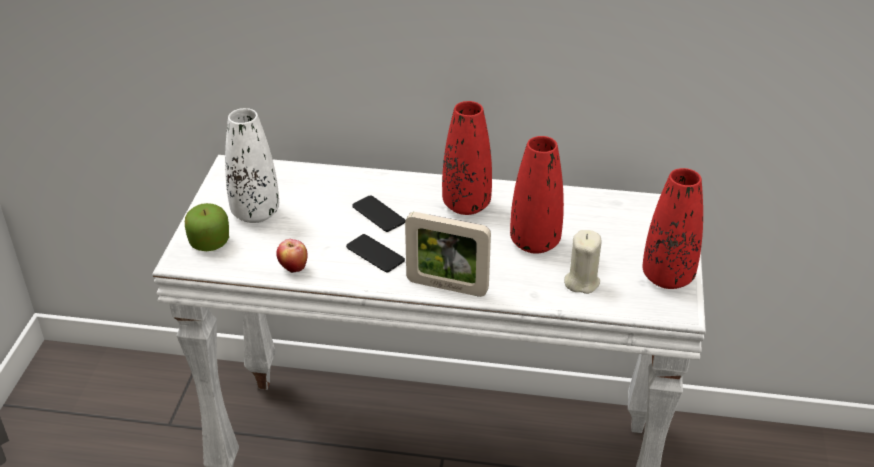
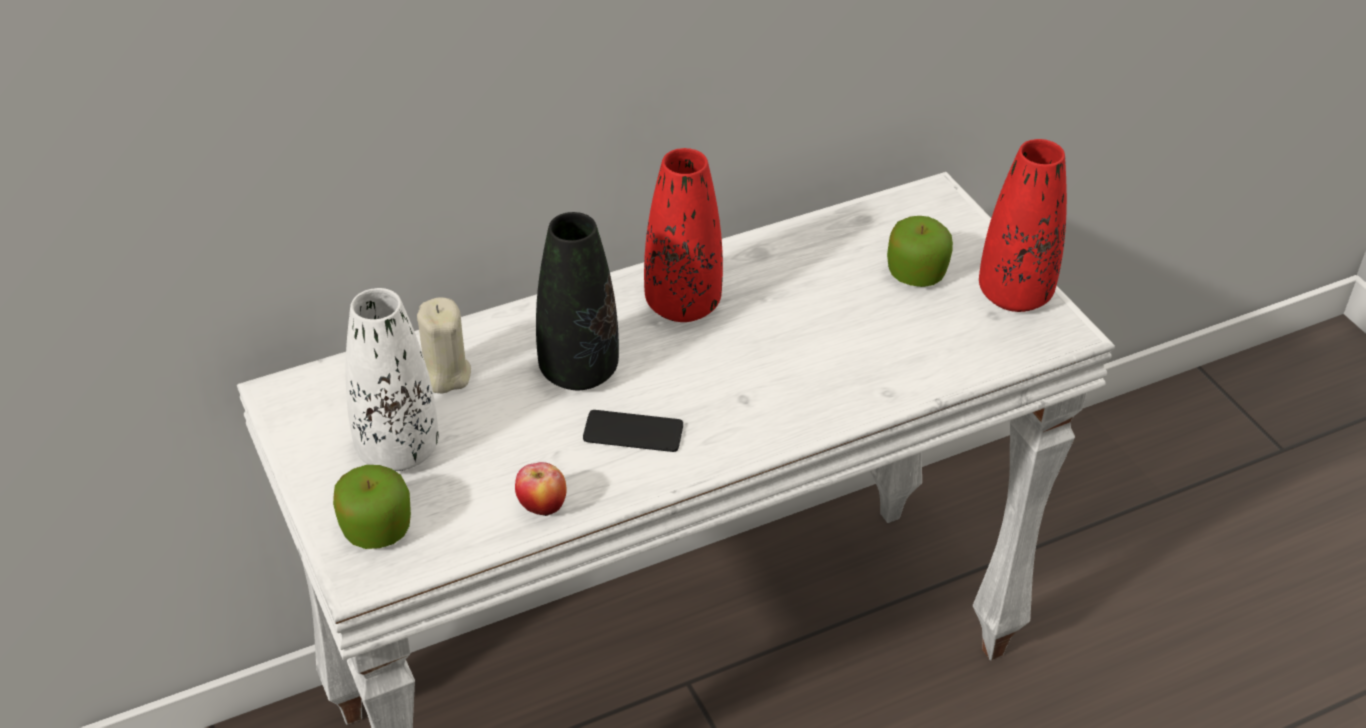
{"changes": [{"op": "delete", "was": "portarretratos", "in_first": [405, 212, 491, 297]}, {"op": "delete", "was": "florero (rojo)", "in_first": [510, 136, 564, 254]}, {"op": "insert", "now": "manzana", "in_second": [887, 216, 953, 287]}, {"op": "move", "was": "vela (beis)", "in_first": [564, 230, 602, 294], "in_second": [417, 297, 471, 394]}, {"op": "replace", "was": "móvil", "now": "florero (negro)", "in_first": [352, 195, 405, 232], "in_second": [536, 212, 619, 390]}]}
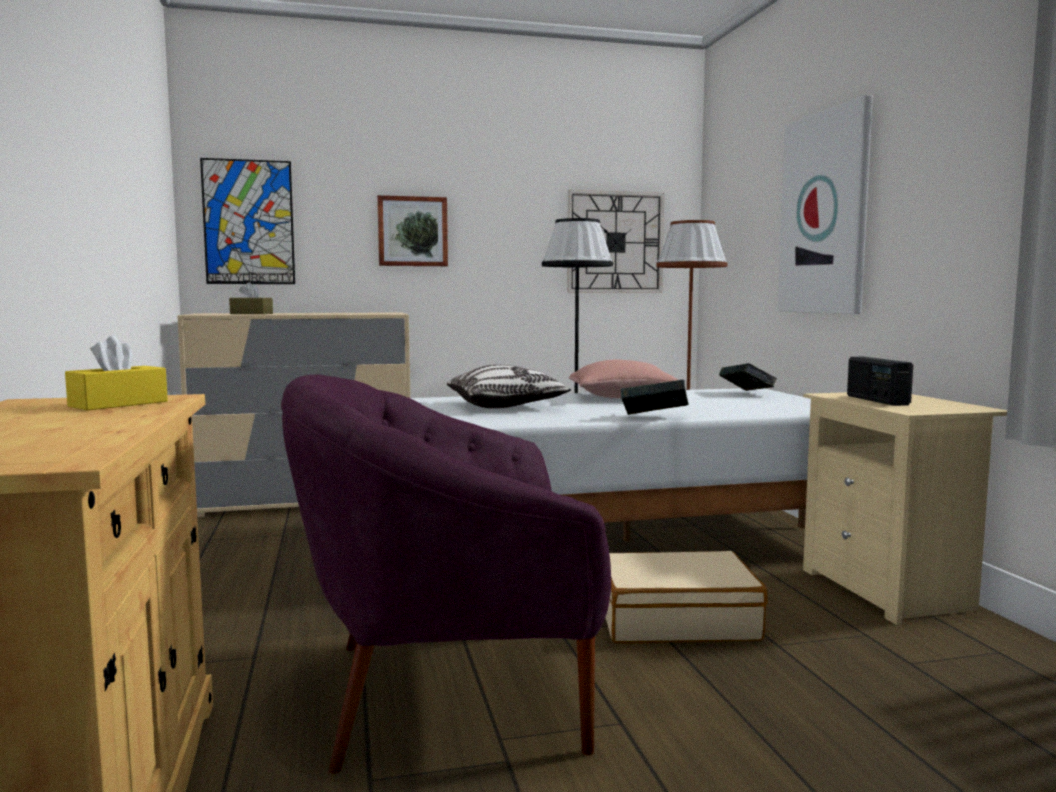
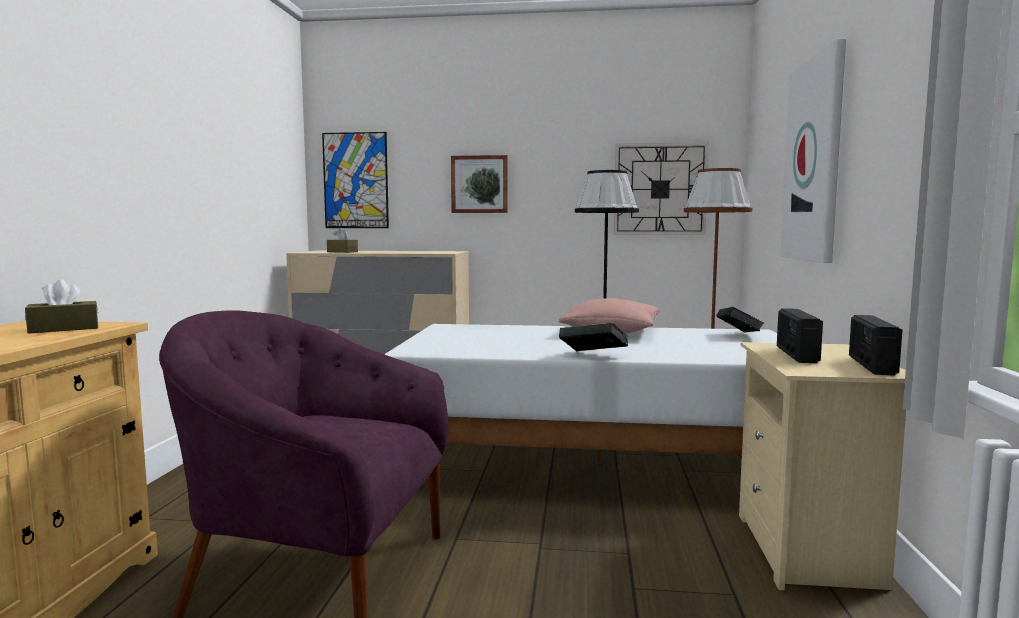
{"changes": [{"op": "delete", "was": "cojín", "in_first": [447, 365, 571, 408]}, {"op": "delete", "was": "maleta (beis)", "in_first": [605, 551, 767, 643]}, {"op": "insert", "now": "radio", "in_second": [849, 315, 902, 376]}, {"op": "recolor", "was": "caja de pañuelos (amarillo)", "now": "caja de pañuelos (marrón)", "in_first": [65, 335, 168, 410], "in_second": [25, 279, 98, 334]}]}
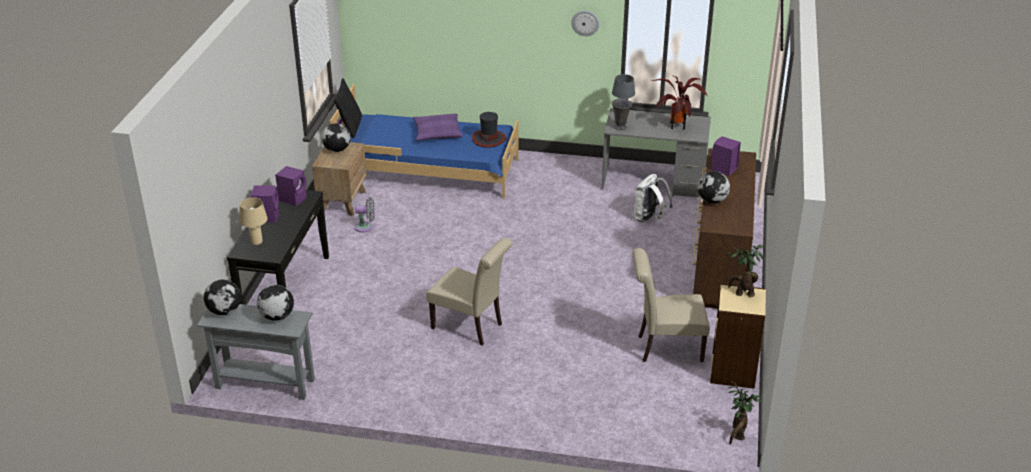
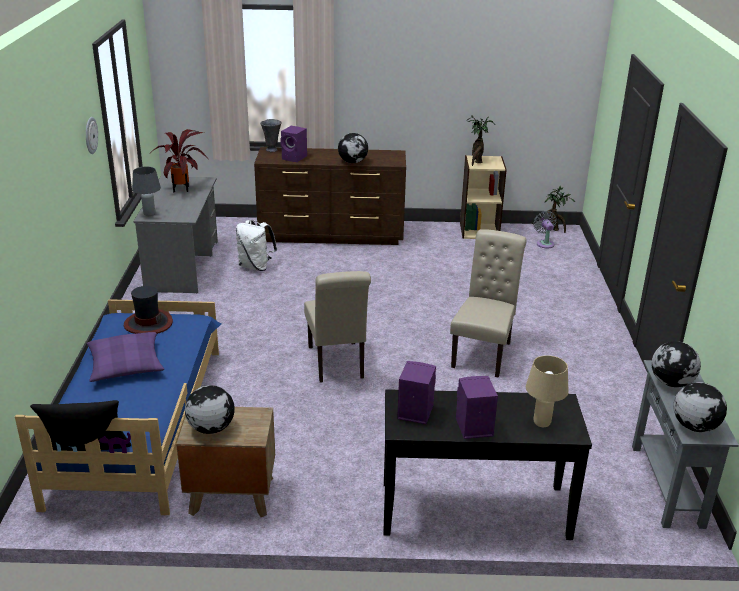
{"changes": [{"op": "move", "was": "ventilador (gris)", "in_first": [355, 197, 375, 233], "in_second": [533, 211, 557, 248]}, {"op": "move", "was": "florero (gris)", "in_first": [612, 98, 632, 130], "in_second": [260, 119, 282, 152]}, {"op": "move", "was": "silla (beis)", "in_first": [632, 248, 710, 362], "in_second": [304, 271, 371, 383]}]}
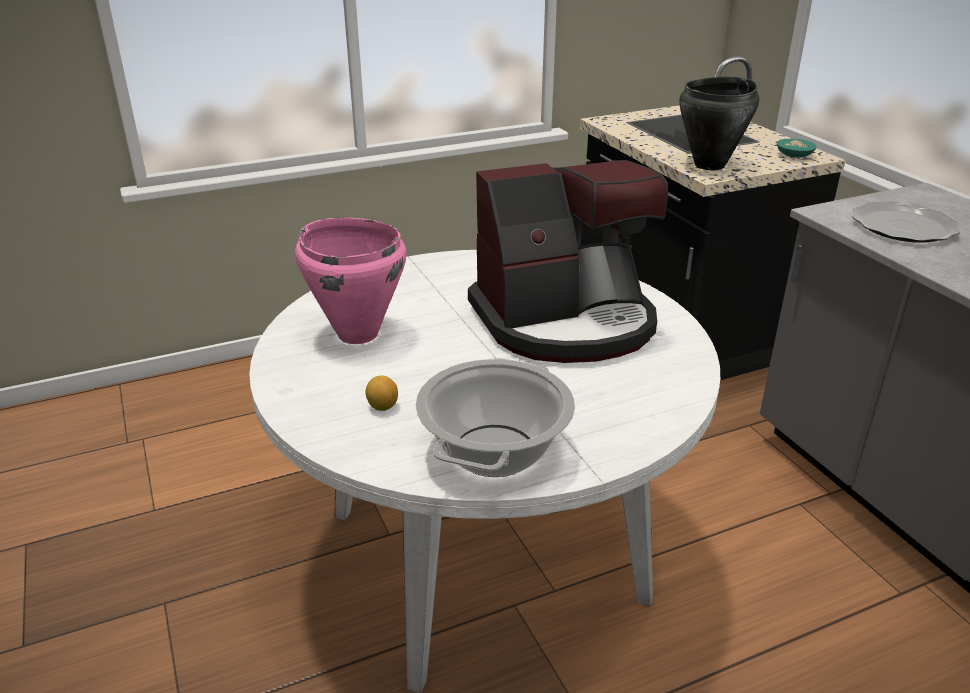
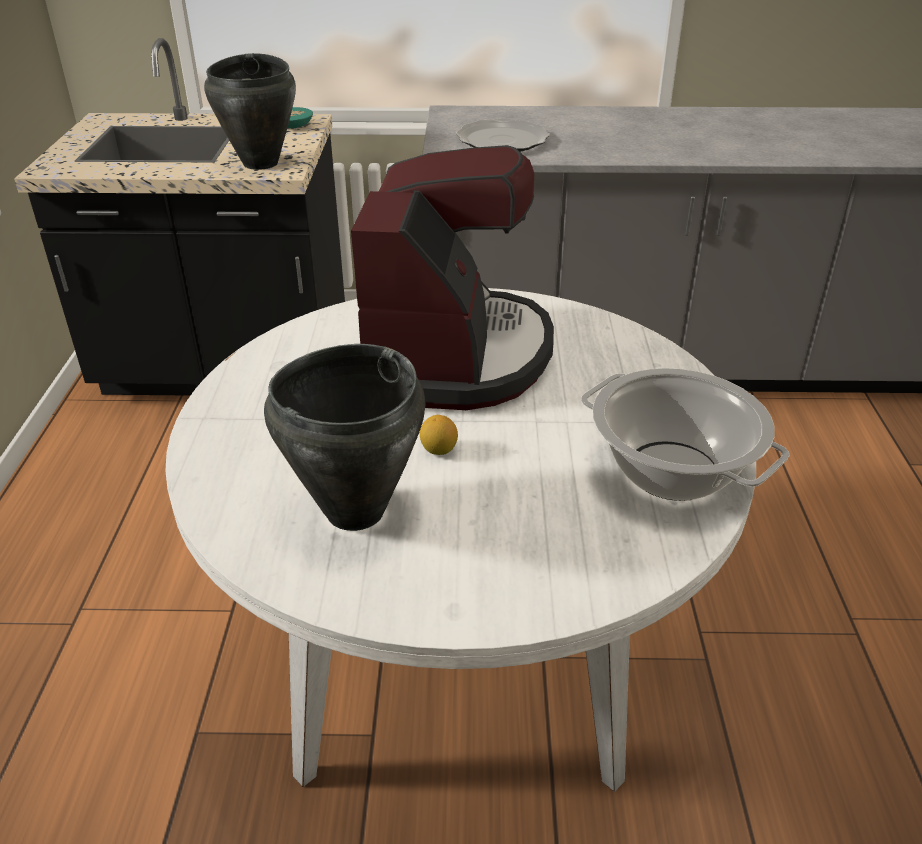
{"changes": [{"op": "move", "was": "limón", "in_first": [366, 376, 398, 411], "in_second": [420, 415, 458, 455]}, {"op": "recolor", "was": "olla (rosa)", "now": "olla (negro)", "in_first": [295, 218, 407, 344], "in_second": [264, 344, 425, 531]}]}
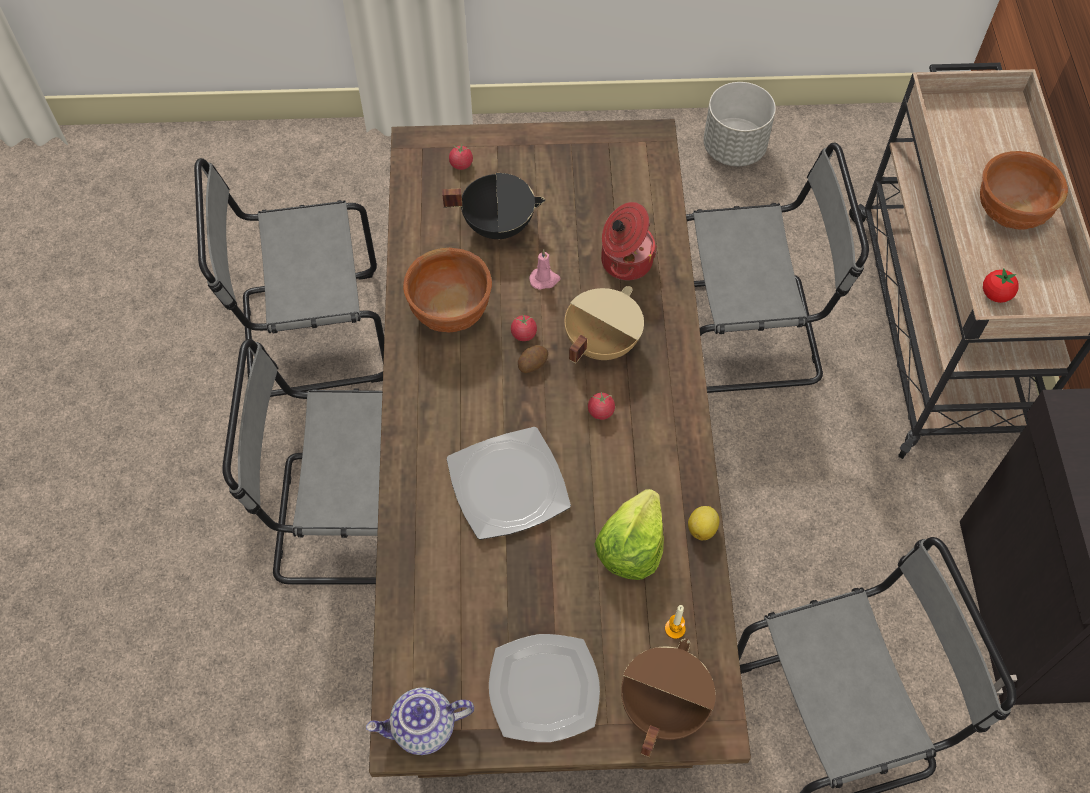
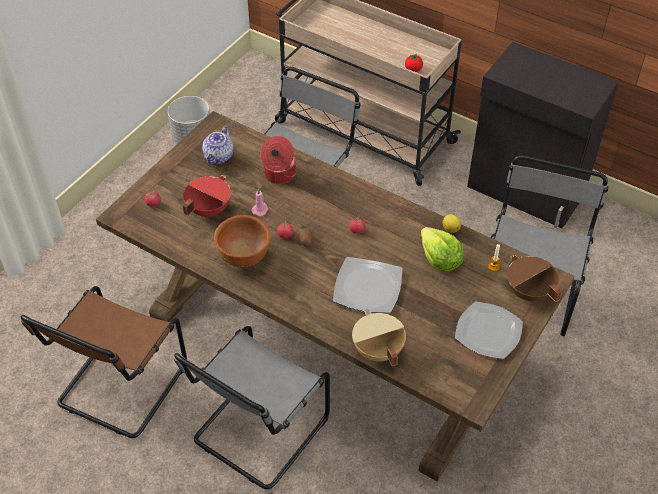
{"changes": [{"op": "delete", "was": "cuenco (marrón)", "in_first": [980, 151, 1068, 230]}, {"op": "move", "was": "tetera", "in_first": [366, 687, 474, 755], "in_second": [202, 126, 233, 164]}, {"op": "move", "was": "olla (beis)", "in_first": [564, 286, 644, 363], "in_second": [352, 309, 406, 366]}, {"op": "recolor", "was": "silla (gris)", "now": "silla (marrón)", "in_first": [194, 158, 384, 397], "in_second": [21, 286, 187, 438]}, {"op": "recolor", "was": "olla (negro)", "now": "olla (rojo)", "in_first": [442, 173, 545, 240], "in_second": [183, 175, 231, 217]}]}
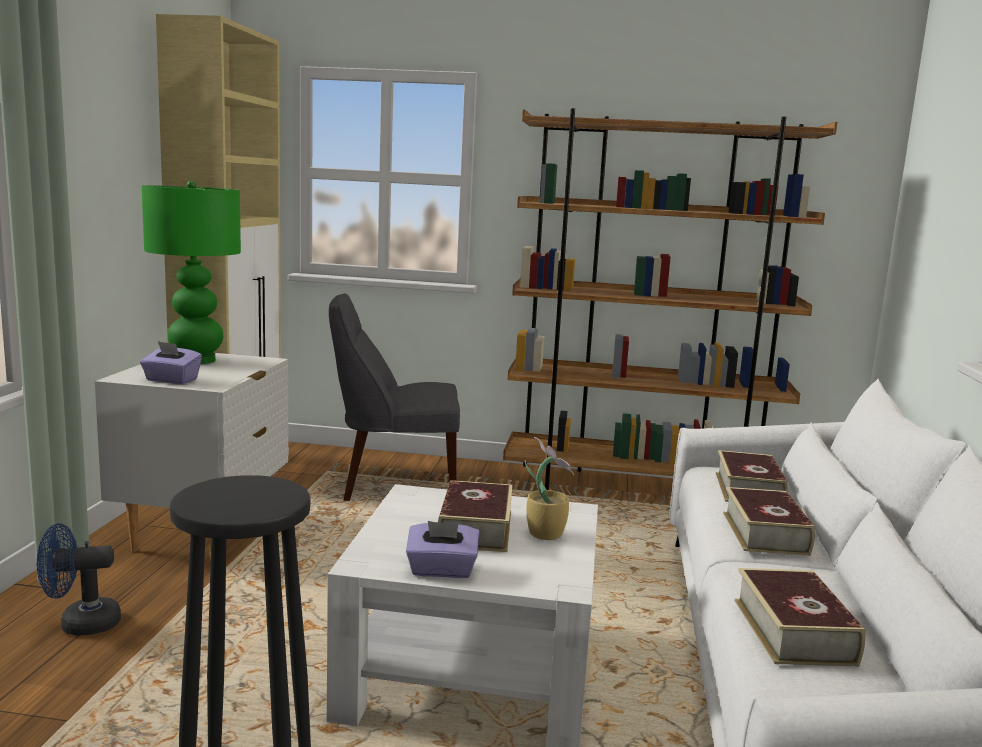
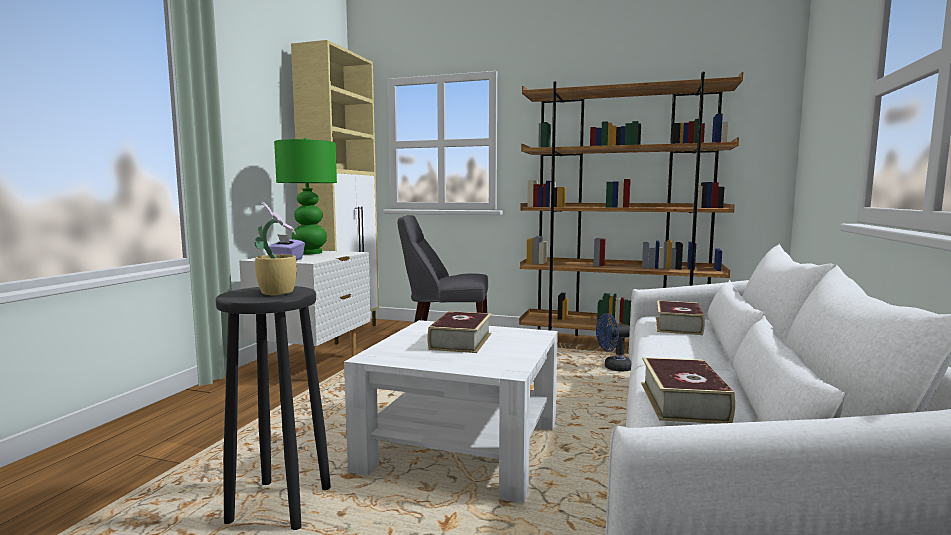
{"changes": [{"op": "delete", "was": "caja de pañuelos (morado)", "in_first": [406, 521, 479, 578]}, {"op": "delete", "was": "libro", "in_first": [723, 487, 815, 556]}, {"op": "move", "was": "ventilador (azul)", "in_first": [37, 523, 121, 636], "in_second": [596, 313, 632, 371]}, {"op": "move", "was": "planta en maceta", "in_first": [525, 437, 574, 540], "in_second": [255, 201, 297, 295]}]}
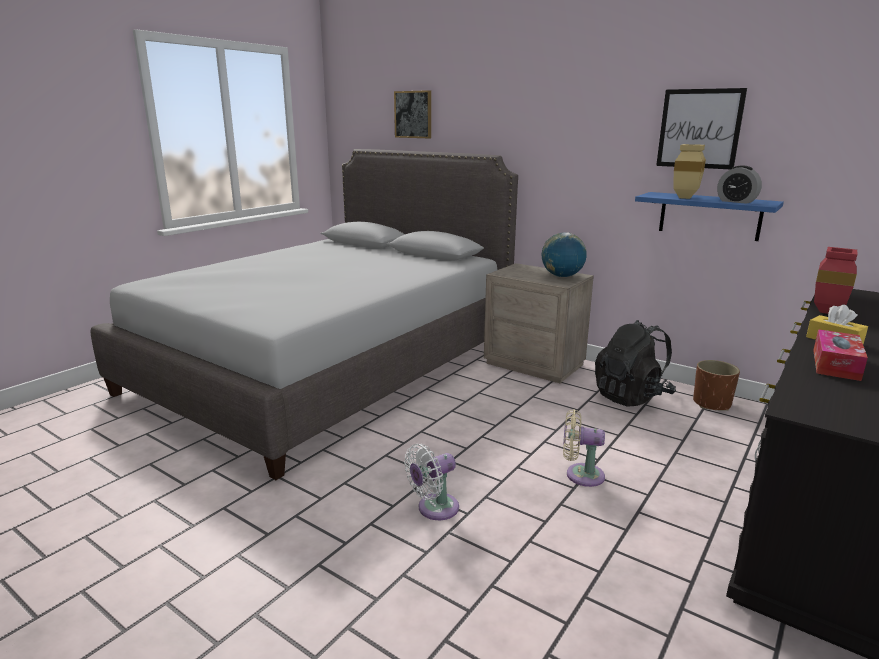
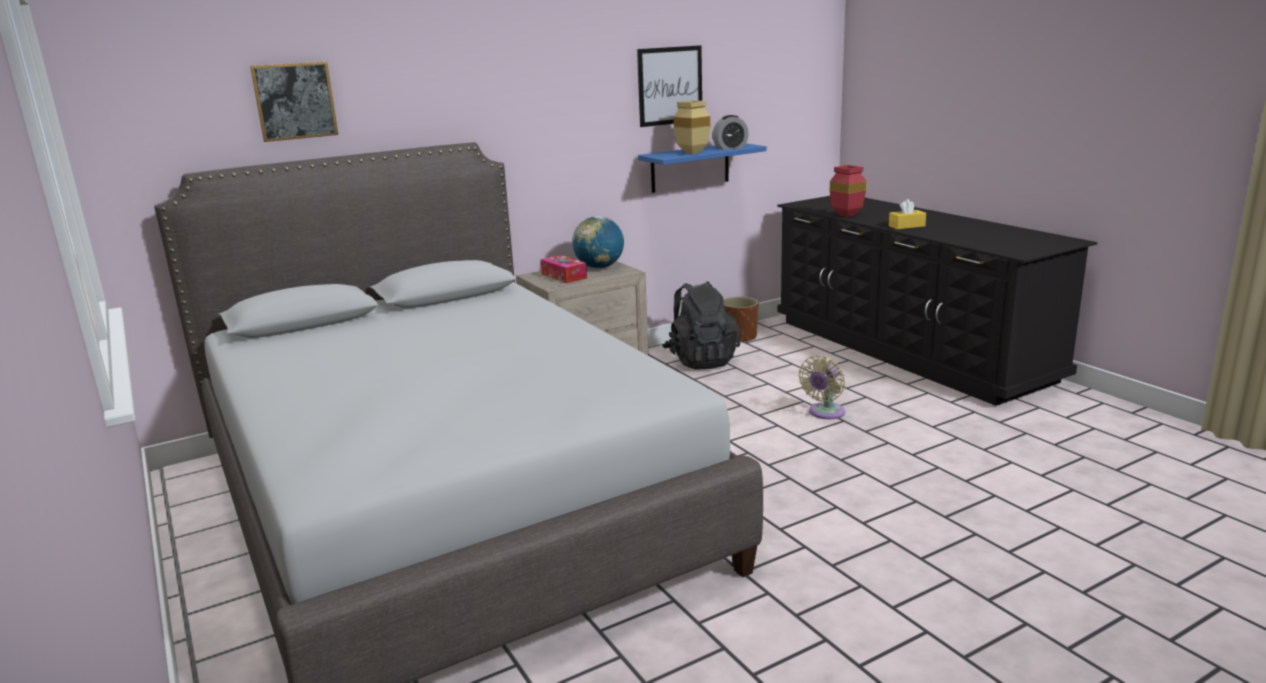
{"changes": [{"op": "delete", "was": "ventilador (blanco)", "in_first": [404, 444, 459, 520]}, {"op": "move", "was": "caja de pañuelos", "in_first": [813, 329, 868, 381], "in_second": [540, 255, 587, 283]}]}
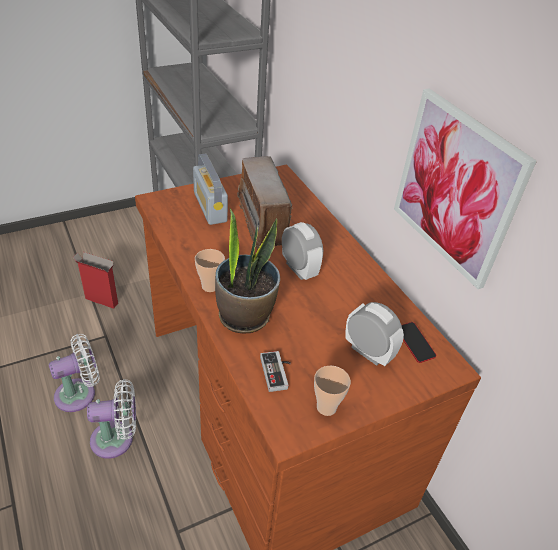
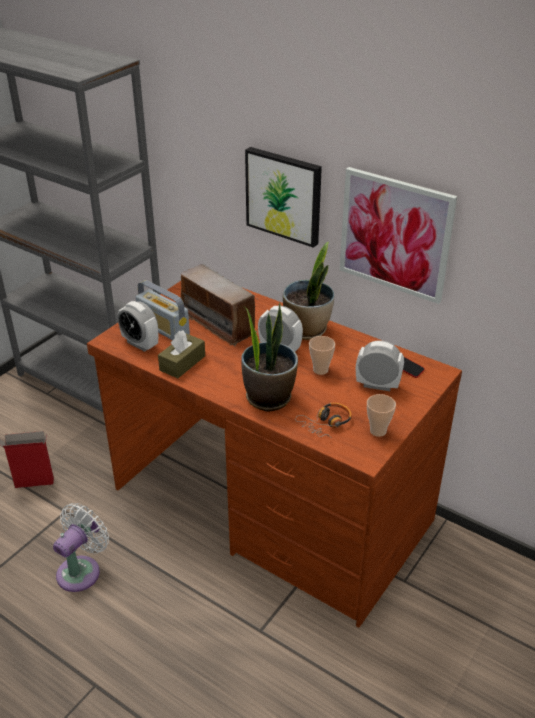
{"changes": [{"op": "delete", "was": "ventilador (blanco)", "in_first": [87, 379, 136, 459]}, {"op": "insert", "now": "despertador", "in_second": [118, 301, 158, 352]}, {"op": "insert", "now": "caja de pañuelos (marrón)", "in_second": [158, 330, 205, 378]}, {"op": "insert", "now": "cuadro", "in_second": [245, 147, 322, 248]}, {"op": "insert", "now": "planta en maceta", "in_second": [283, 241, 335, 340]}, {"op": "move", "was": "taza", "in_first": [195, 249, 225, 292], "in_second": [309, 336, 335, 375]}, {"op": "replace", "was": "mando de consola", "now": "auriculares", "in_first": [260, 351, 291, 392], "in_second": [295, 402, 352, 438]}]}
